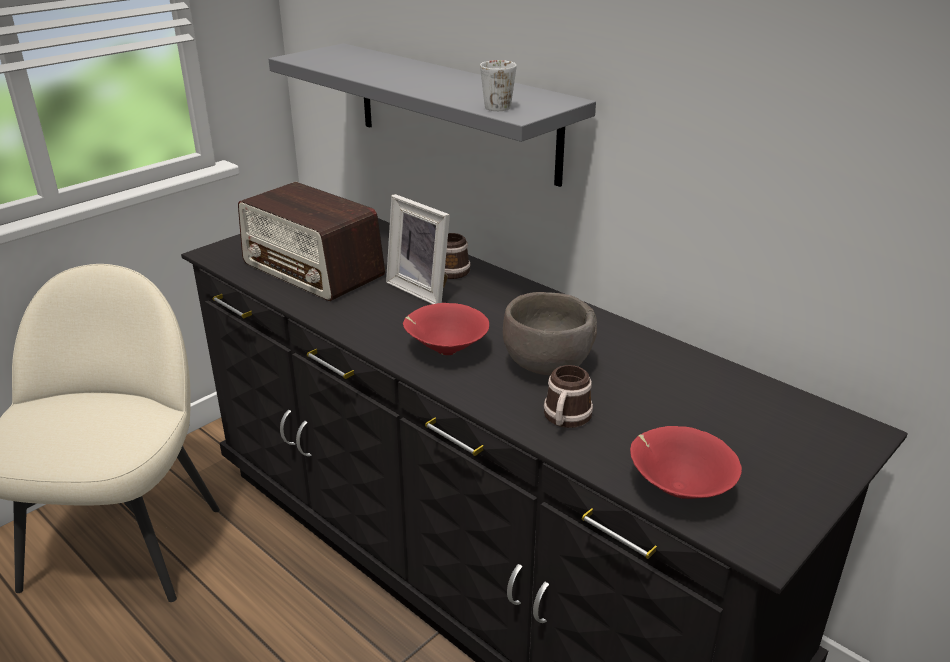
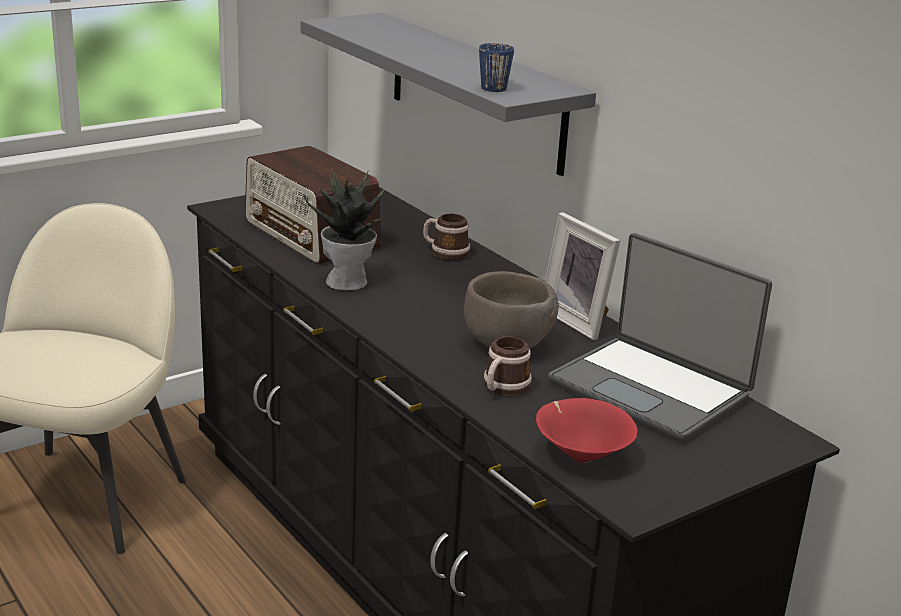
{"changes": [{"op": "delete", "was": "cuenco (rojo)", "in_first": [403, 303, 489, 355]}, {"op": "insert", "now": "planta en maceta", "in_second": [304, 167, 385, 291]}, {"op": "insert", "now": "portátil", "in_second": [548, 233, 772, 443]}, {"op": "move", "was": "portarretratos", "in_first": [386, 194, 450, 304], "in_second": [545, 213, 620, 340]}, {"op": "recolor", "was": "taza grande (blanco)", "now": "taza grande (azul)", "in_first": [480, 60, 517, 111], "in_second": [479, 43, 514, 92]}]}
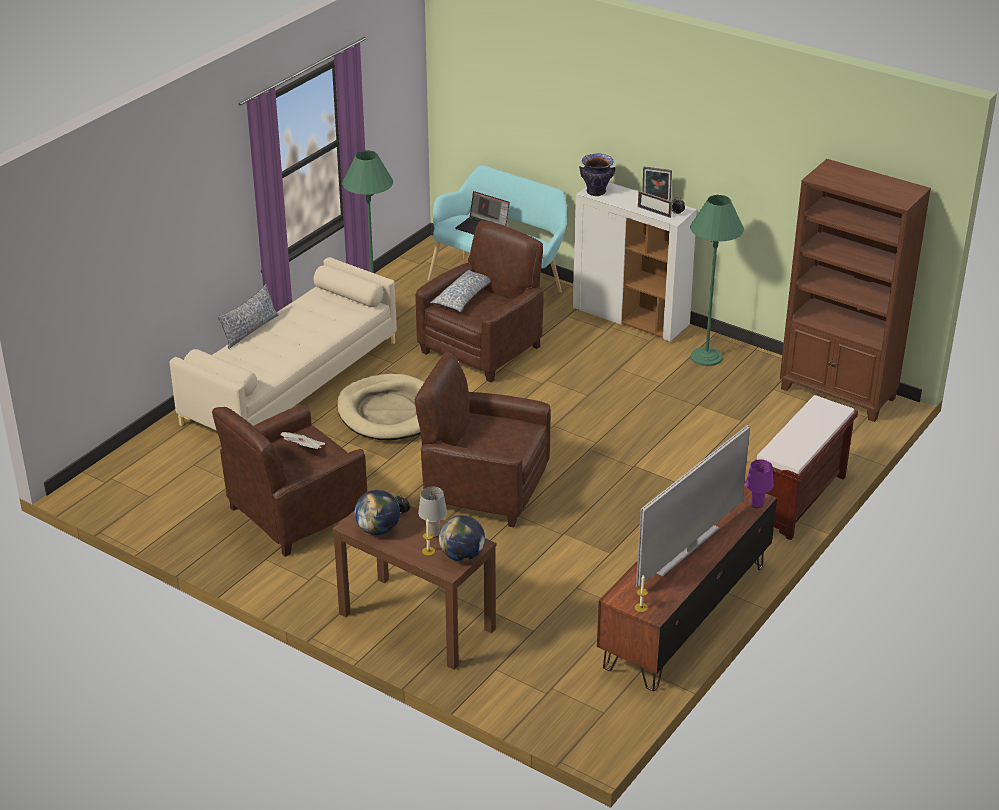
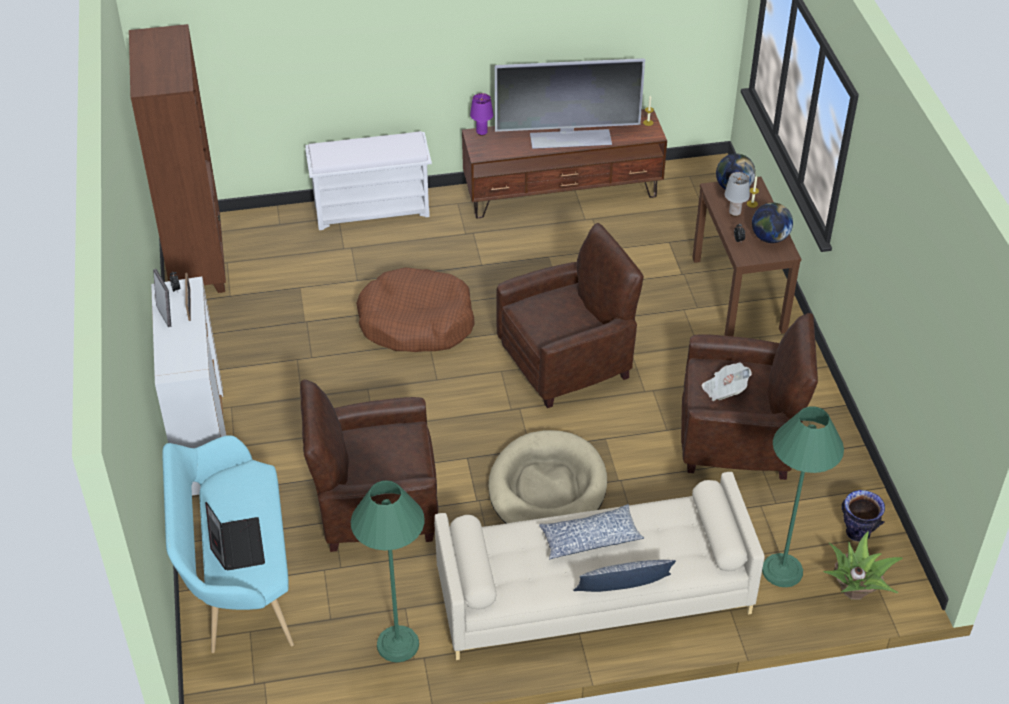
{"changes": [{"op": "insert", "now": "cama para perro (marrón)", "in_second": [356, 267, 475, 352]}, {"op": "insert", "now": "planta en maceta", "in_second": [823, 531, 903, 600]}, {"op": "move", "was": "cojín", "in_first": [430, 270, 491, 312], "in_second": [539, 504, 644, 559]}, {"op": "move", "was": "florero", "in_first": [579, 153, 616, 196], "in_second": [841, 490, 885, 542]}, {"op": "move", "was": "lámpara de pie (verde)", "in_first": [690, 195, 744, 366], "in_second": [762, 406, 844, 587]}, {"op": "recolor", "was": "banco (marrón)", "now": "banco (blanco)", "in_first": [754, 395, 858, 540], "in_second": [305, 131, 432, 230]}, {"op": "rotate", "was": "sillón (marrón)", "in_first": [415, 352, 551, 527], "in_second": [496, 223, 644, 408], "clockwise": -90}]}
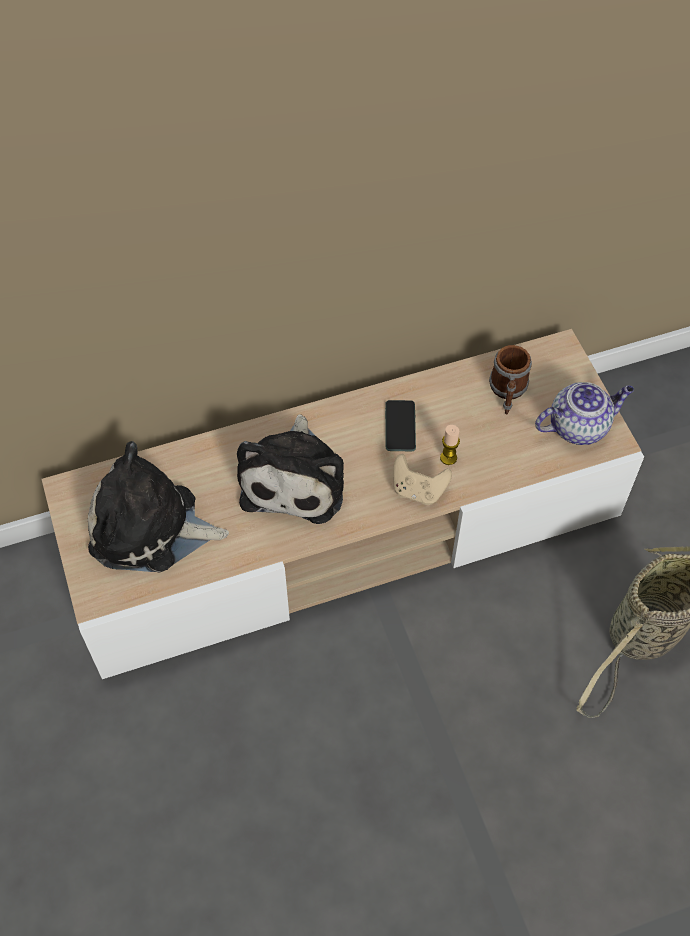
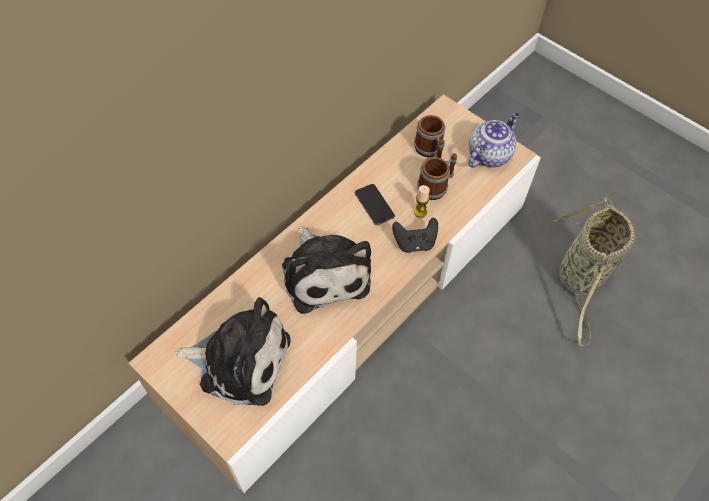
{"changes": [{"op": "insert", "now": "taza grande", "in_second": [417, 153, 457, 200]}, {"op": "recolor", "was": "mando de consola (beis)", "now": "mando de consola (negro)", "in_first": [393, 454, 452, 505], "in_second": [392, 218, 438, 253]}, {"op": "rotate", "was": "peluche", "in_first": [88, 441, 229, 573], "in_second": [175, 297, 291, 406], "clockwise": -150}]}
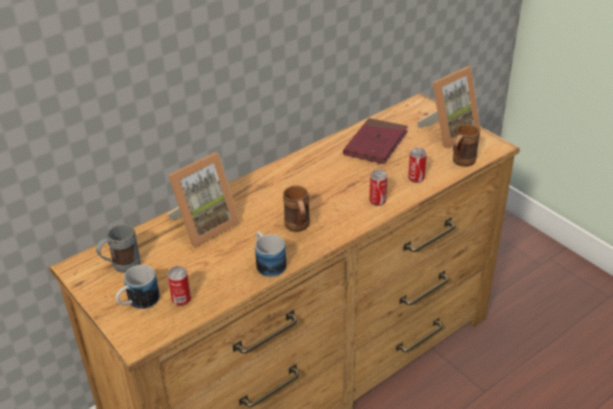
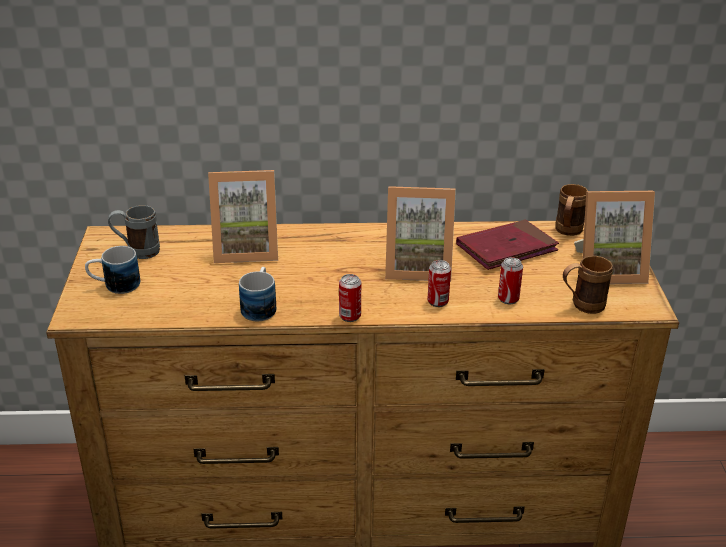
{"changes": [{"op": "insert", "now": "portarretratos", "in_second": [385, 186, 456, 282]}, {"op": "move", "was": "lata", "in_first": [167, 266, 191, 306], "in_second": [339, 274, 361, 322]}, {"op": "move", "was": "taza grande (marrón)", "in_first": [283, 185, 310, 232], "in_second": [555, 184, 588, 236]}]}
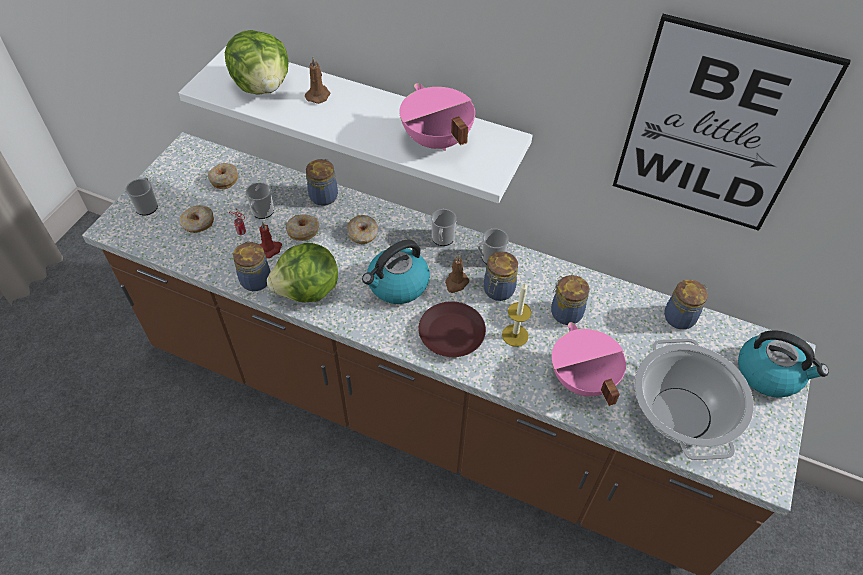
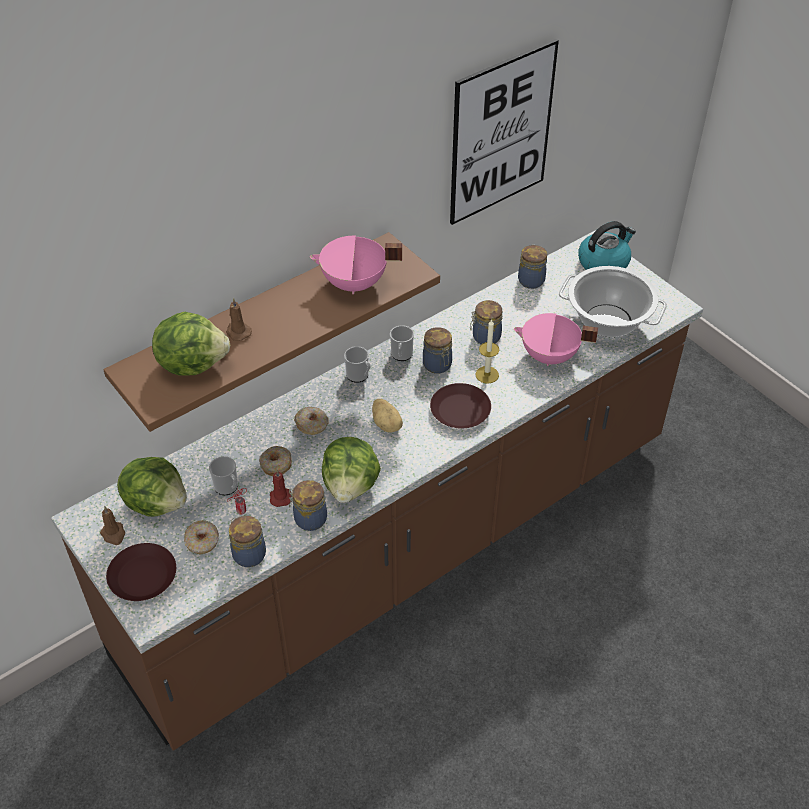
{"changes": [{"op": "move", "was": "tarro", "in_first": [306, 159, 338, 206], "in_second": [229, 516, 266, 567]}, {"op": "move", "was": "vela (marrón)", "in_first": [445, 255, 469, 293], "in_second": [100, 506, 125, 545]}, {"op": "replace", "was": "taza grande", "now": "plato (marrón)", "in_first": [126, 177, 158, 215], "in_second": [106, 543, 176, 601]}, {"op": "replace", "was": "rosquilla", "now": "lechuga", "in_first": [208, 163, 238, 189], "in_second": [117, 457, 187, 517]}, {"op": "replace", "was": "hervidor", "now": "patata", "in_first": [362, 240, 430, 304], "in_second": [372, 399, 403, 432]}, {"op": "recolor", "was": "estante (blanco)", "now": "estante (marrón)", "in_first": [179, 47, 533, 203], "in_second": [103, 232, 440, 432]}]}
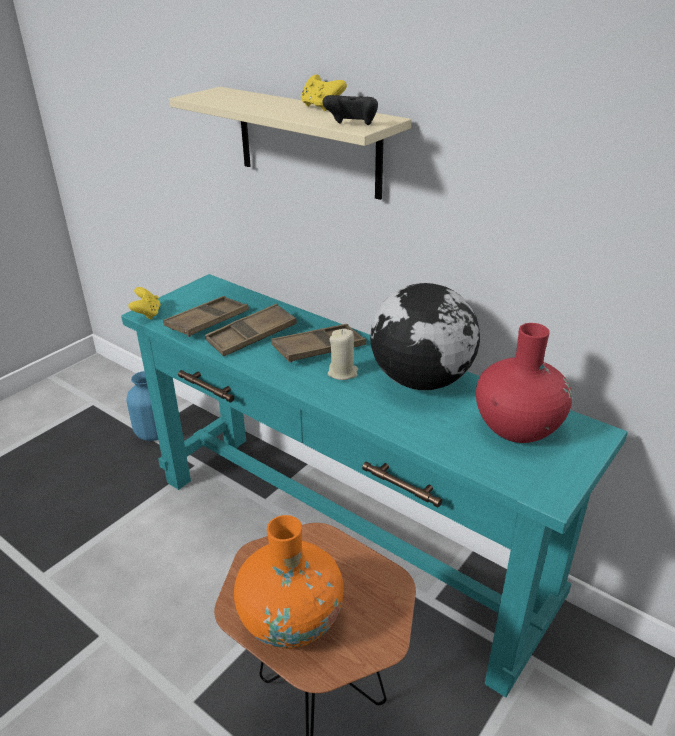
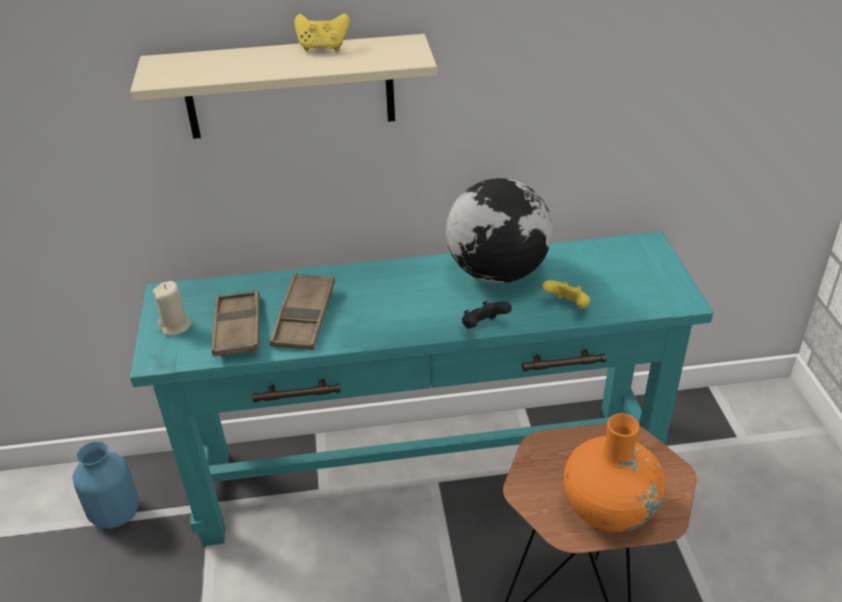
{"changes": [{"op": "delete", "was": "bandeja (marrón)", "in_first": [271, 324, 366, 363]}, {"op": "delete", "was": "florero (rojo)", "in_first": [476, 323, 572, 443]}, {"op": "move", "was": "mando de consola (amarillo)", "in_first": [128, 287, 161, 320], "in_second": [542, 280, 590, 309]}, {"op": "move", "was": "mando de consola (negro)", "in_first": [322, 95, 378, 125], "in_second": [462, 301, 512, 329]}, {"op": "move", "was": "vela (beis)", "in_first": [328, 329, 358, 380], "in_second": [153, 281, 192, 336]}]}
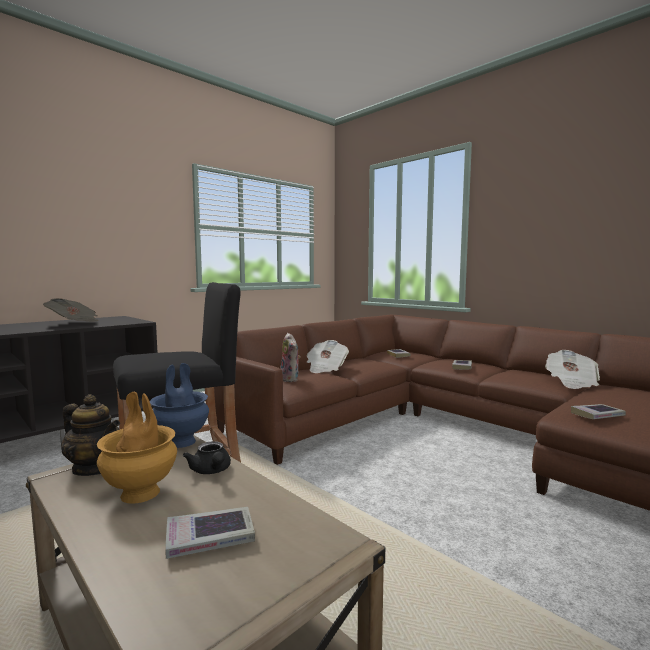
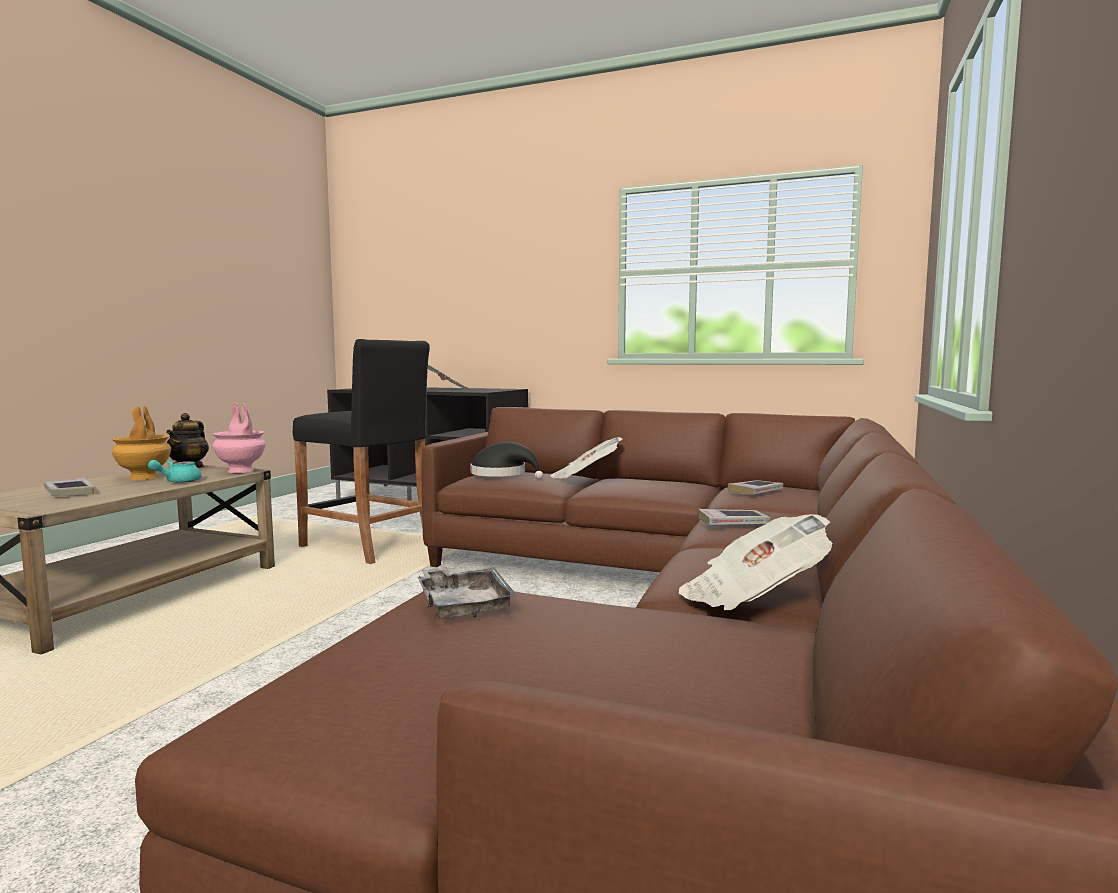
{"changes": [{"op": "replace", "was": "peluche", "now": "sombrero (negro)", "in_first": [280, 333, 301, 382], "in_second": [471, 442, 543, 479]}, {"op": "replace", "was": "libro", "now": "bandeja (gris)", "in_first": [571, 404, 626, 419], "in_second": [418, 567, 517, 619]}, {"op": "recolor", "was": "florero (azul)", "now": "florero (rosa)", "in_first": [150, 363, 209, 448], "in_second": [212, 403, 266, 473]}, {"op": "recolor", "was": "tetera (negro)", "now": "tetera (turquesa)", "in_first": [183, 441, 231, 474], "in_second": [148, 460, 202, 483]}]}
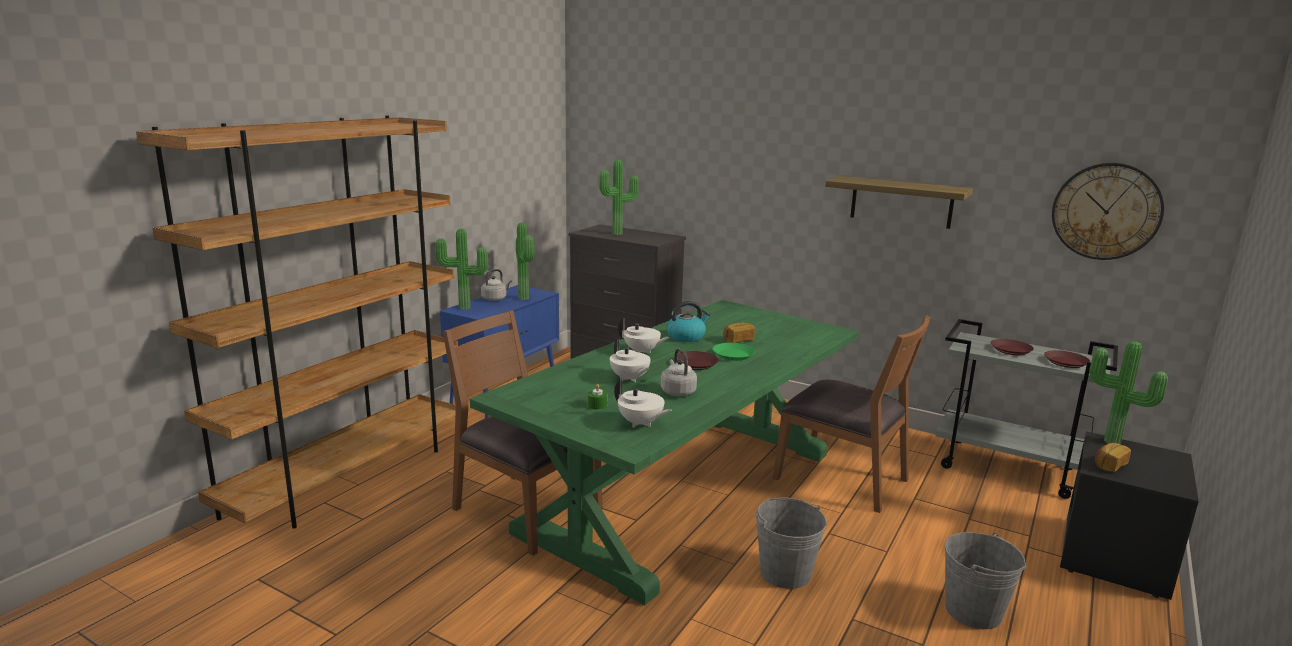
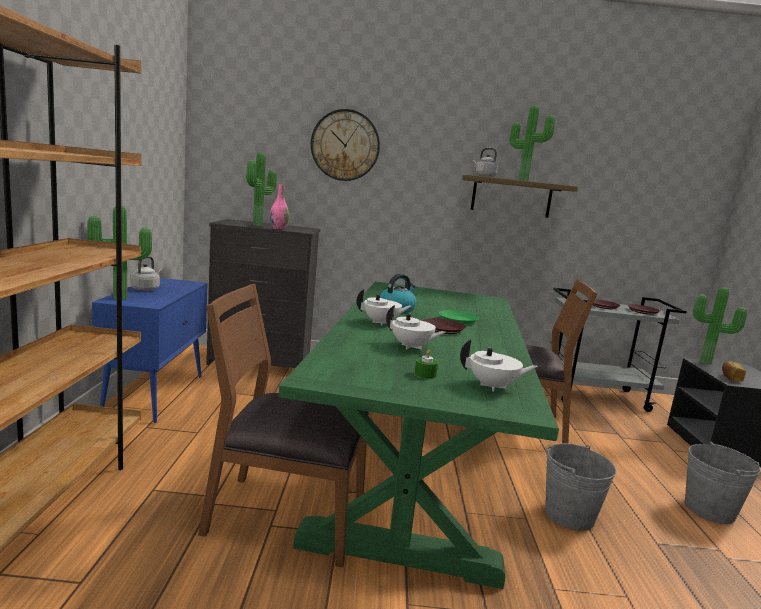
{"changes": [{"op": "delete", "was": "pan", "in_first": [723, 322, 755, 343]}, {"op": "insert", "now": "florero (rosa)", "in_second": [270, 184, 289, 229]}, {"op": "move", "was": "planta en maceta", "in_first": [516, 222, 534, 300], "in_second": [510, 105, 555, 181]}, {"op": "move", "was": "hervidor (gris)", "in_first": [661, 349, 697, 396], "in_second": [472, 148, 498, 177]}, {"op": "move", "was": "reloj de pared", "in_first": [1052, 163, 1164, 260], "in_second": [311, 109, 380, 181]}]}
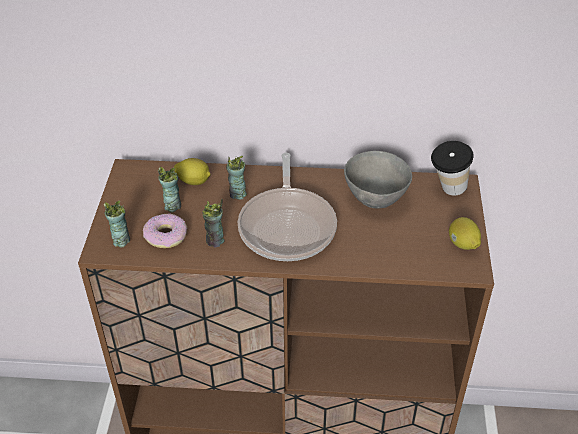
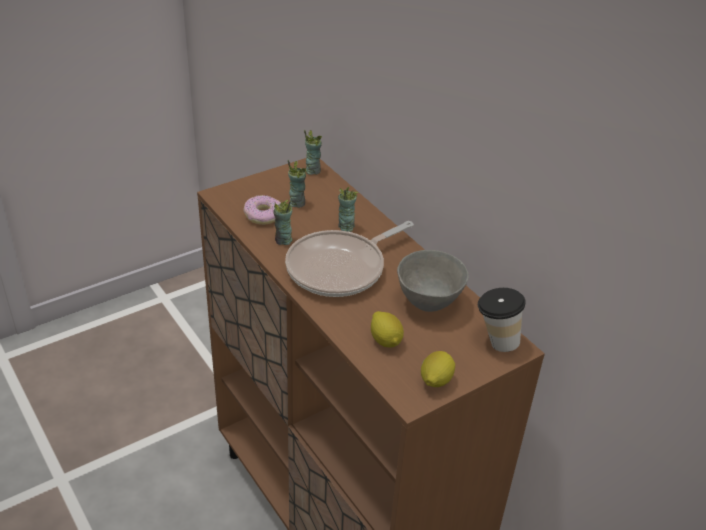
{"changes": [{"op": "move", "was": "taza", "in_first": [104, 201, 130, 247], "in_second": [304, 130, 322, 175]}, {"op": "move", "was": "limón", "in_first": [174, 158, 211, 185], "in_second": [371, 311, 404, 348]}]}
